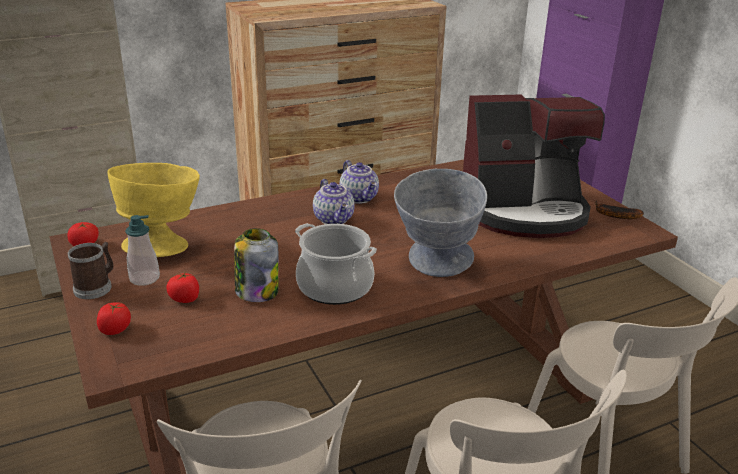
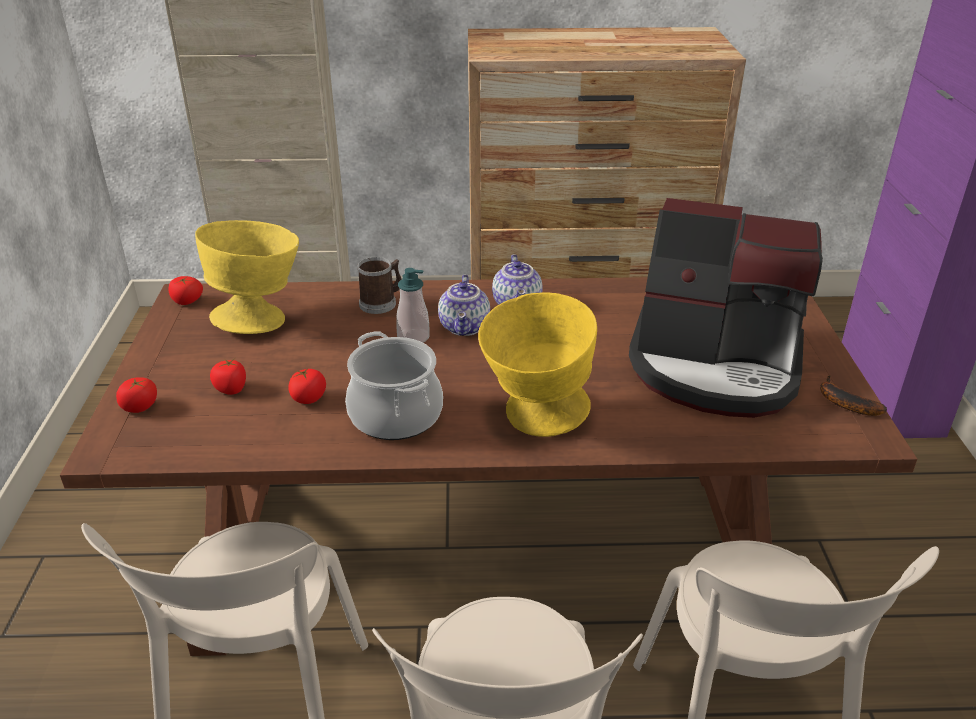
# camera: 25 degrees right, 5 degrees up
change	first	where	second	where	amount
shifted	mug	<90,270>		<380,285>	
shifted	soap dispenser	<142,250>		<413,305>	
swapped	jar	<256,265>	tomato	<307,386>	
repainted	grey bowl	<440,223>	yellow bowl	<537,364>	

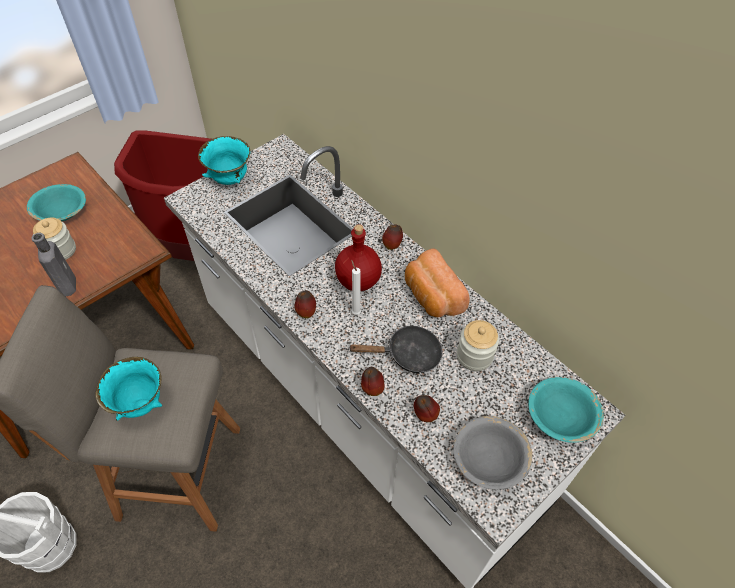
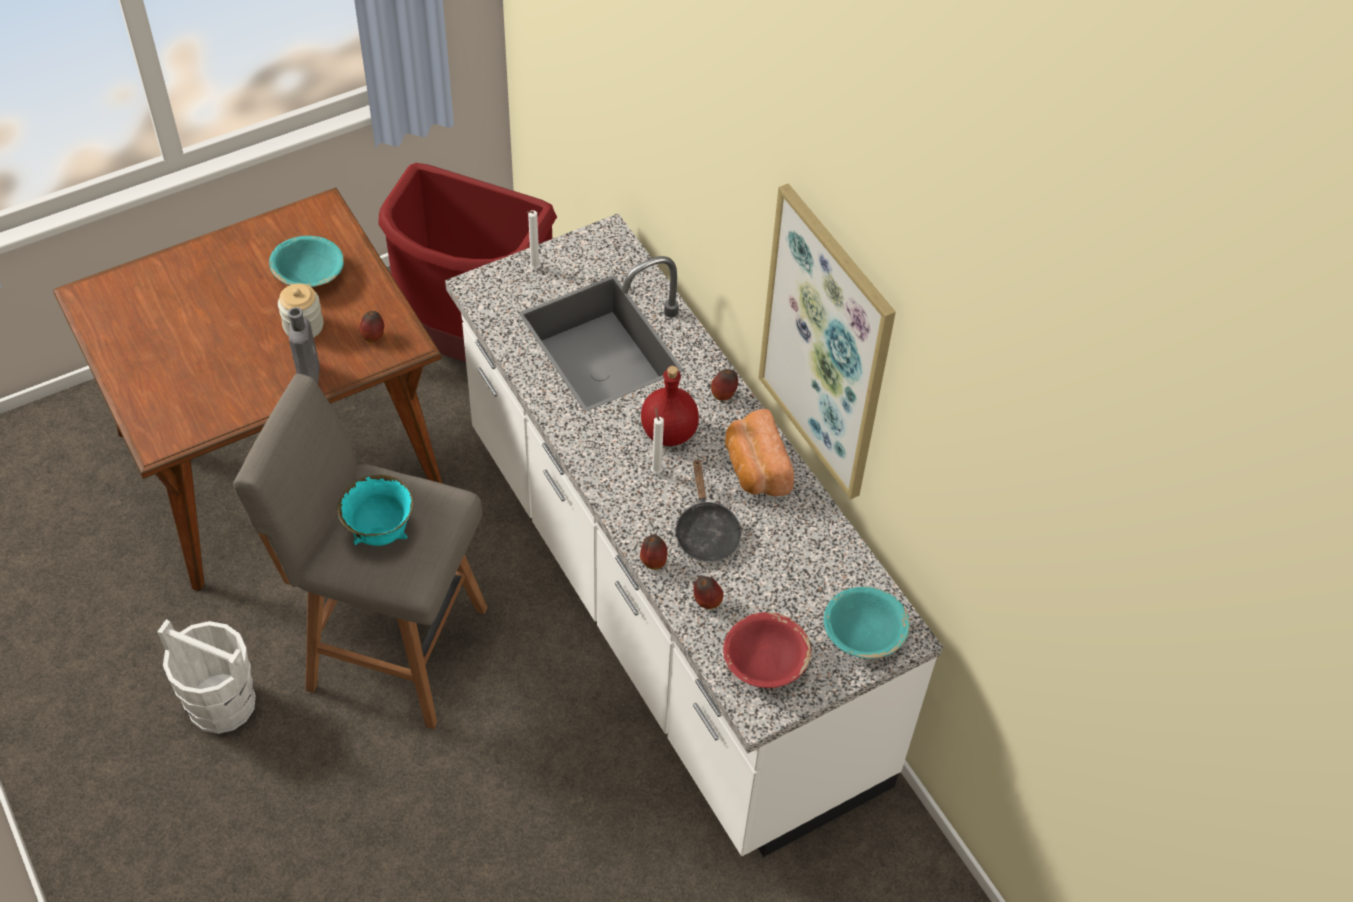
# camera: 10 degrees right, 0 degrees up
change	first	where	second	where	amount
gone	jar	<478,345>			
new			picture	<827,341>	
shifted	apple	<305,304>		<371,327>	
swapped	turquoise bowl	<224,160>	white candle	<533,239>	
repainted	grey bowl	<493,453>	red bowl	<767,650>	
rotated	black frying pan	<395,349>		<708,510>	75 degrees clockwise

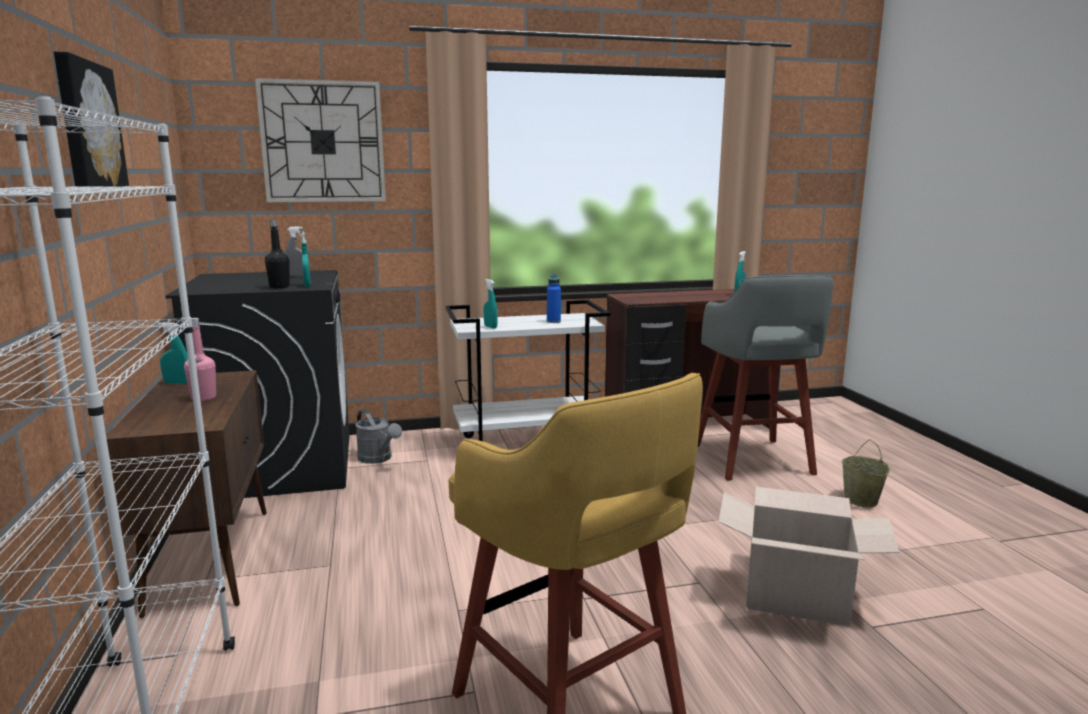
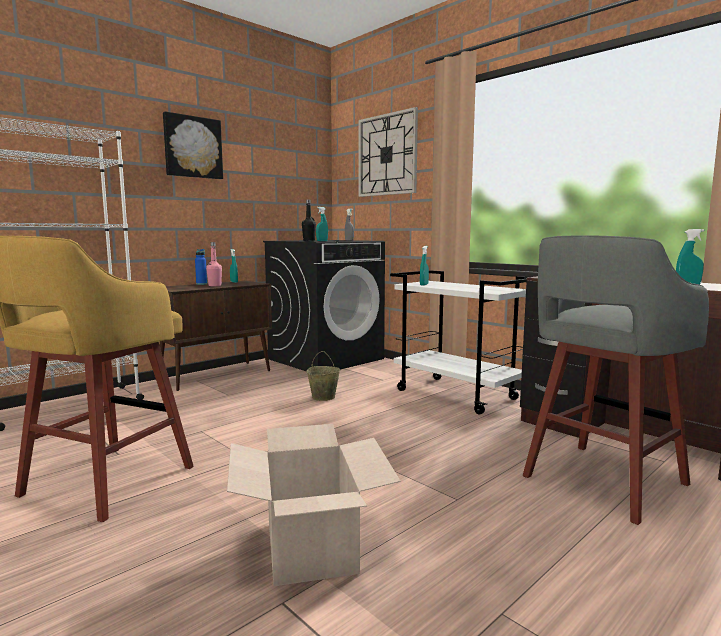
# camera: 60 degrees right, 5 degrees down
change	first	where	second	where	amount
gone	grey watering can	<378,436>			
shifted	blue bottle	<554,298>		<201,267>	
shifted	beige bucket	<865,473>		<323,376>	

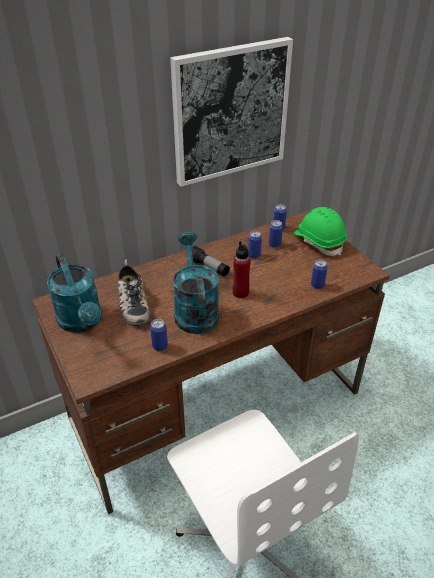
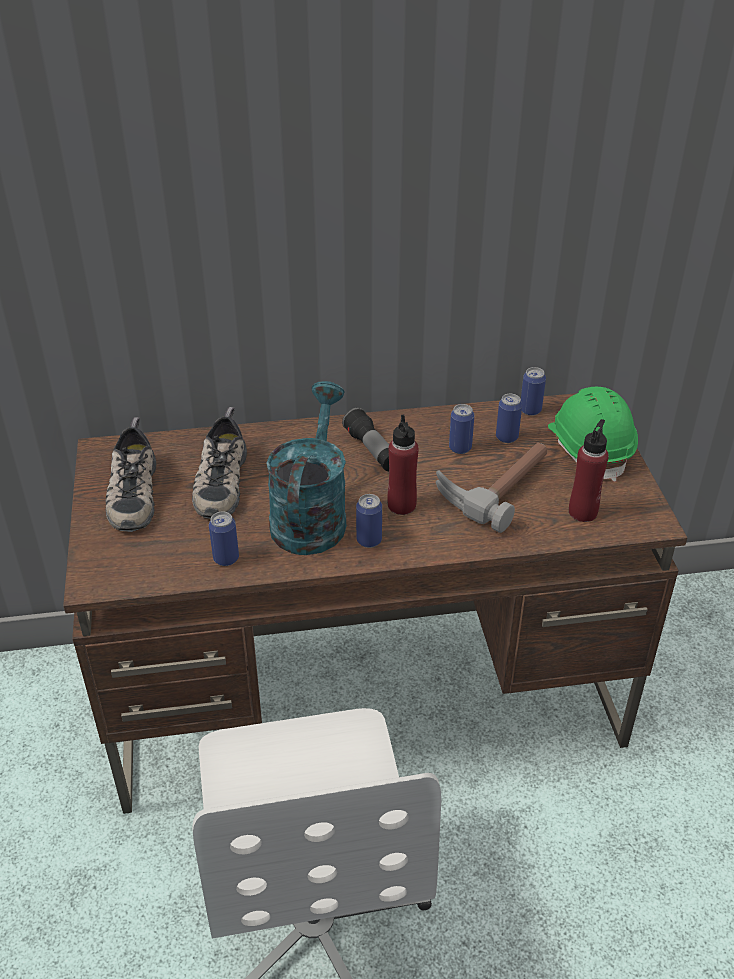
# camera: 20 degrees right, 0 degrees up
change	first	where	second	where	amount
gone	picture	<231,112>			
new			hammer	<491,488>	
new			red bottle	<589,470>	
shifted	can	<319,274>		<369,521>	
swapped	turquoise watering can	<74,293>	shoe	<130,474>	

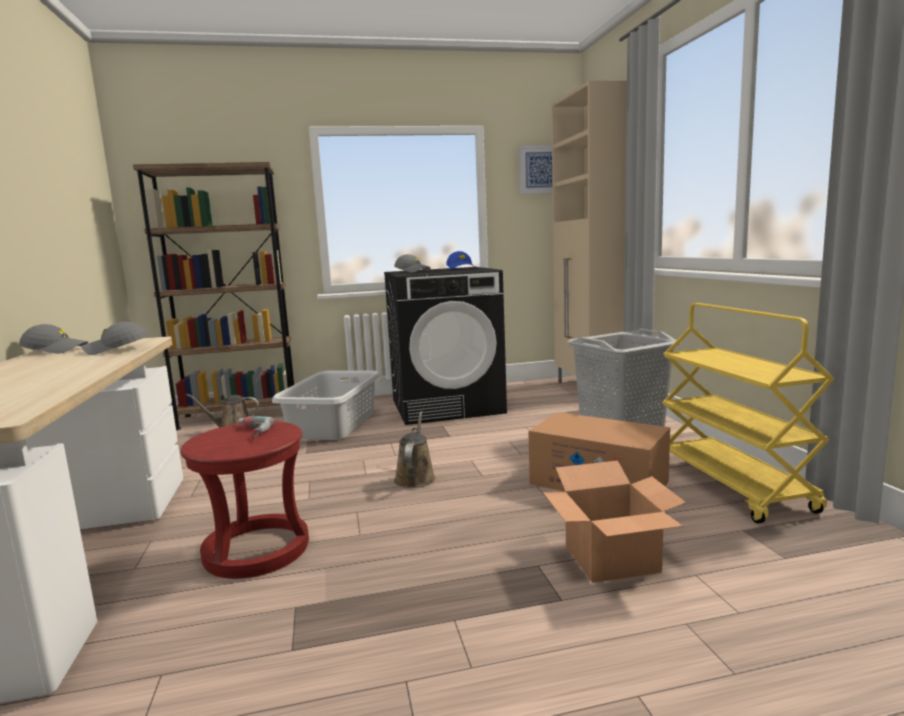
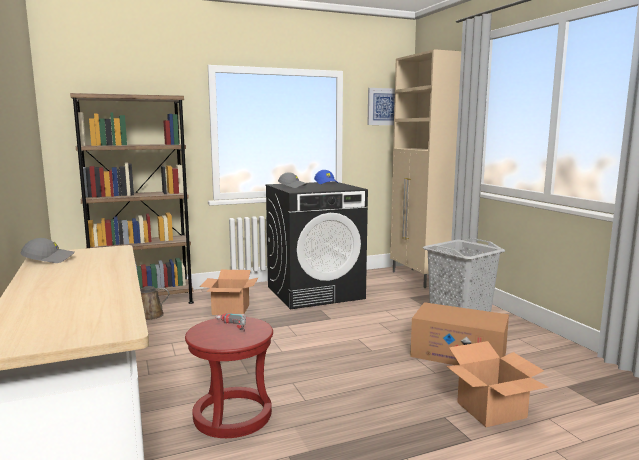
# camera: 10 degrees left, 0 degrees up
change	first	where	second	where	amount
gone	grey cap	<115,338>			
gone	brown watering can	<415,449>			
gone	yellow cart	<748,413>			
swapped	grey laundry basket	<326,405>	cardboard box	<229,292>	

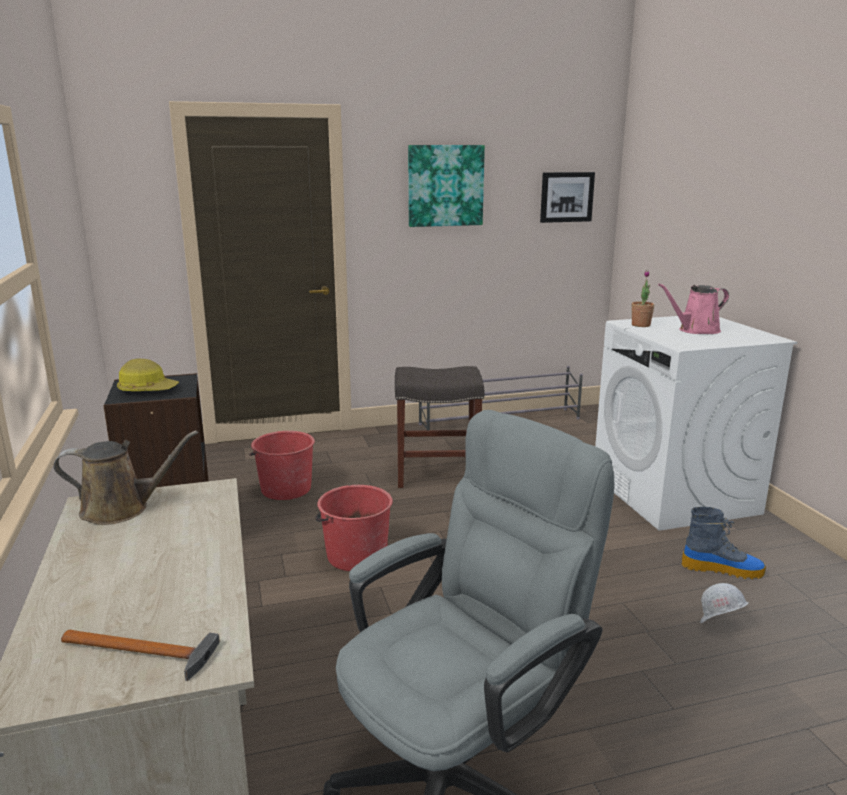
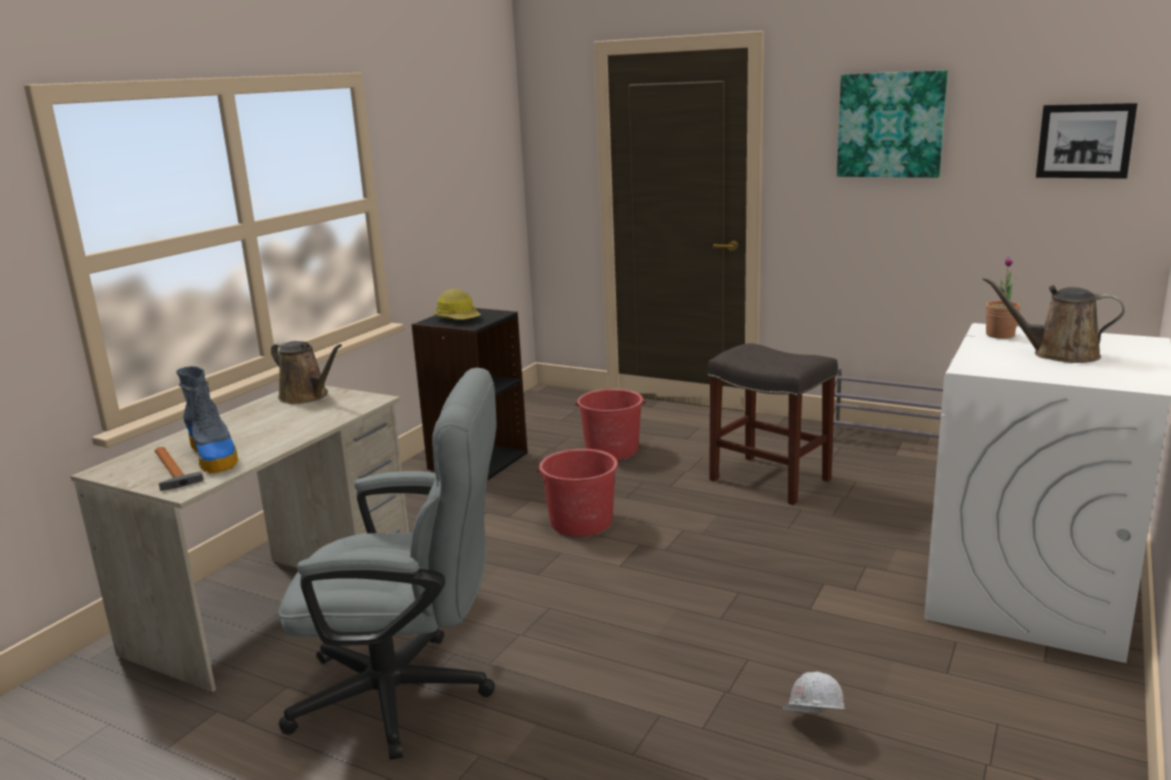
# camera: 45 degrees right, 0 degrees up
change	first	where	second	where	amount
shifted	boot	<724,543>		<207,419>	
repainted	pink watering can	<693,309>	brown watering can	<1053,320>	

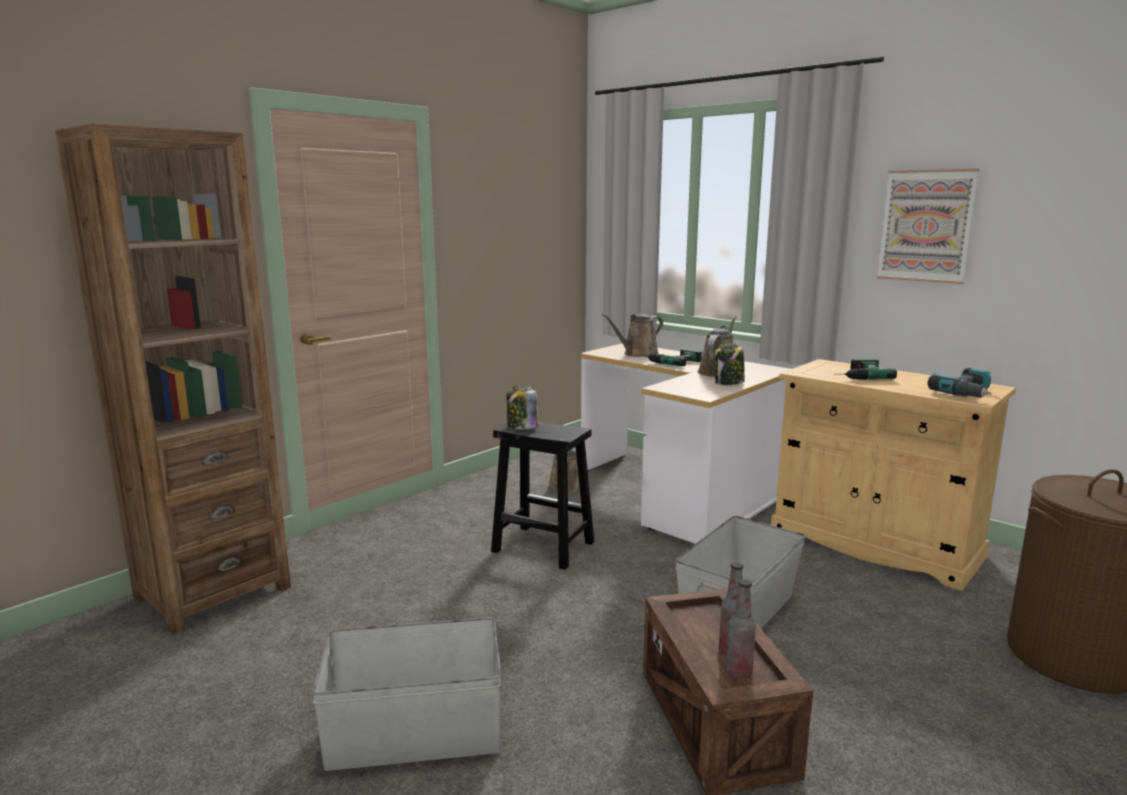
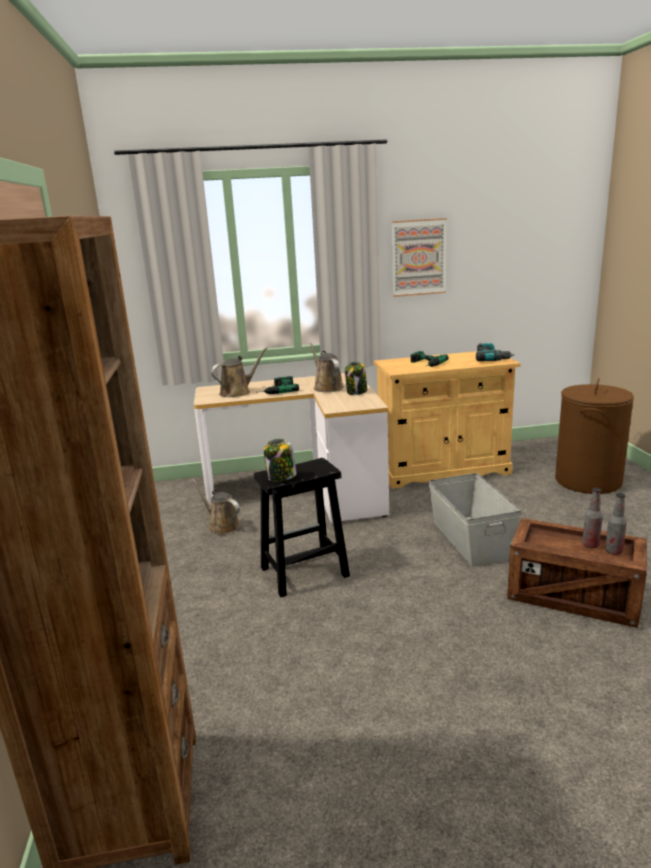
# camera: 50 degrees left, 5 degrees up
change	first	where	second	where	amount
gone	grey storage box	<407,694>			
rotated	brown watering can	<632,335>		<239,372>	135 degrees counterclockwise

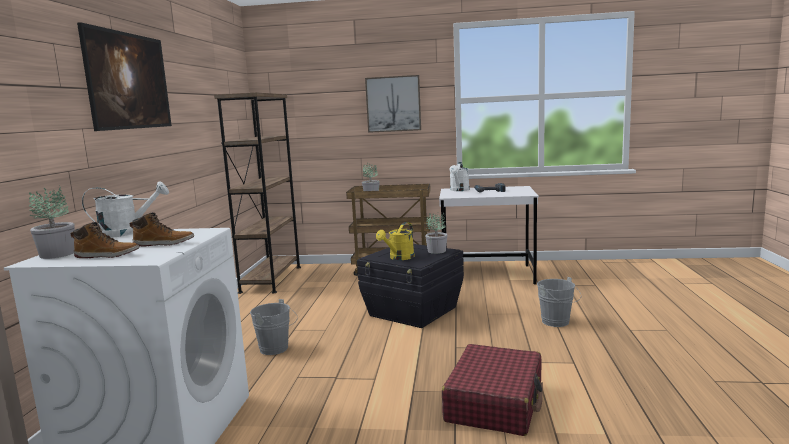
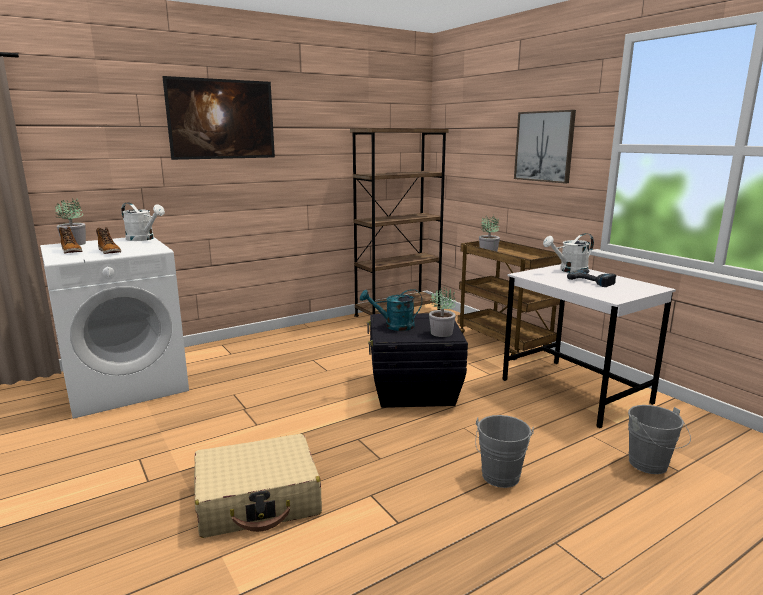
# camera: 50 degrees right, 5 degrees up
change	first	where	second	where	amount
shifted	grey bucket	<274,327>		<659,439>	
repainted	yellow watering can	<395,241>	turquoise watering can	<391,310>	
repainted	red suitcase	<492,390>	beige suitcase	<258,486>	

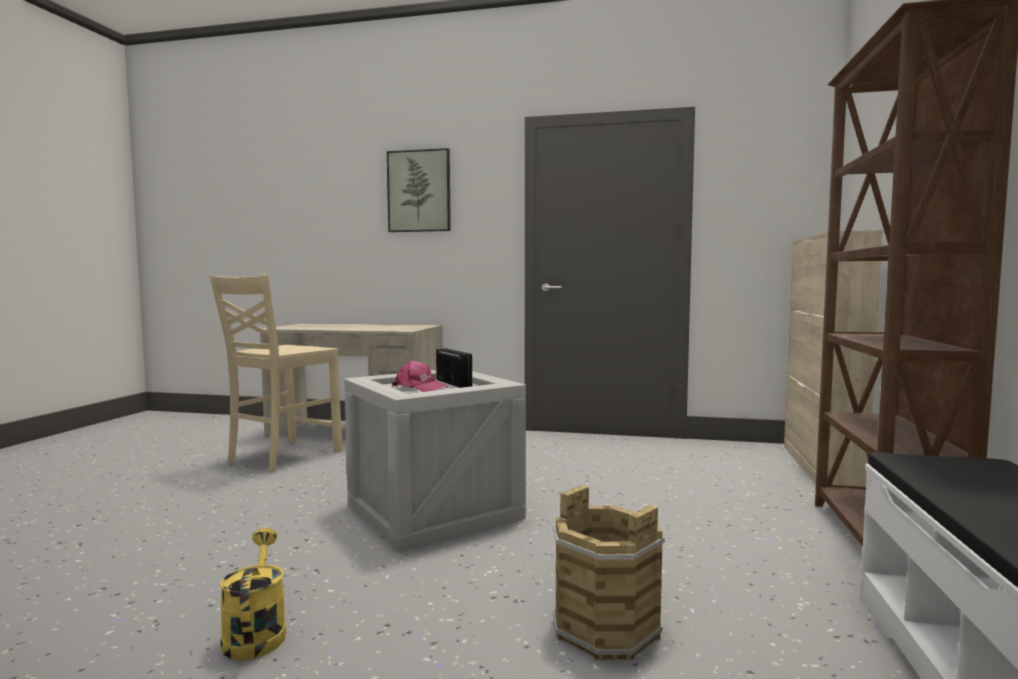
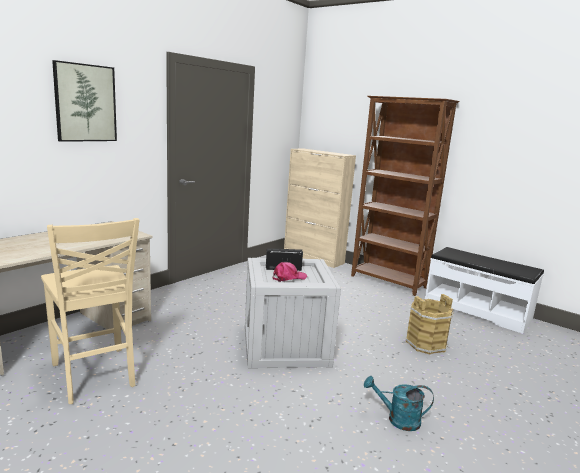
# camera: 65 degrees left, 10 degrees up
change	first	where	second	where	amount
repainted	yellow watering can	<253,594>	turquoise watering can	<399,403>	

